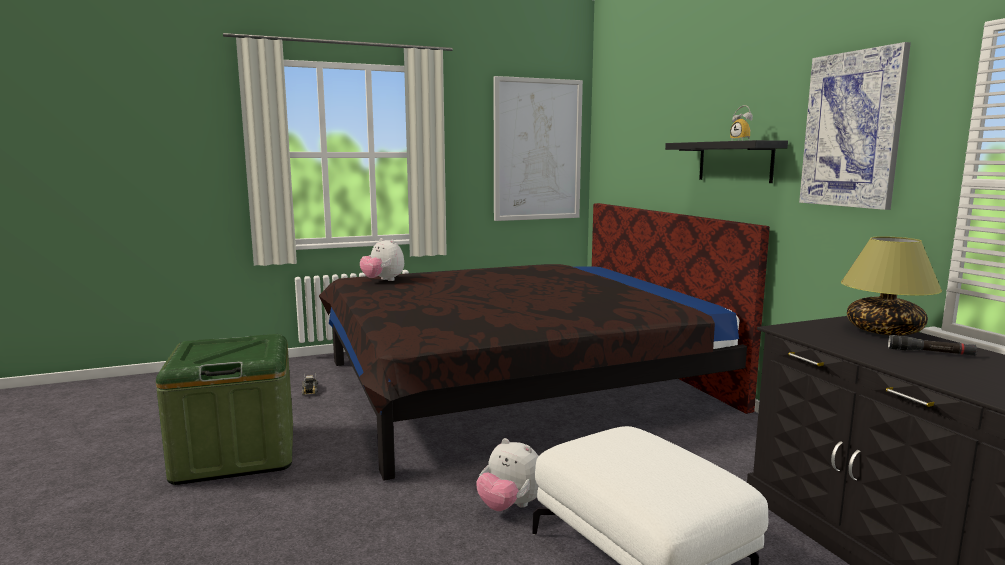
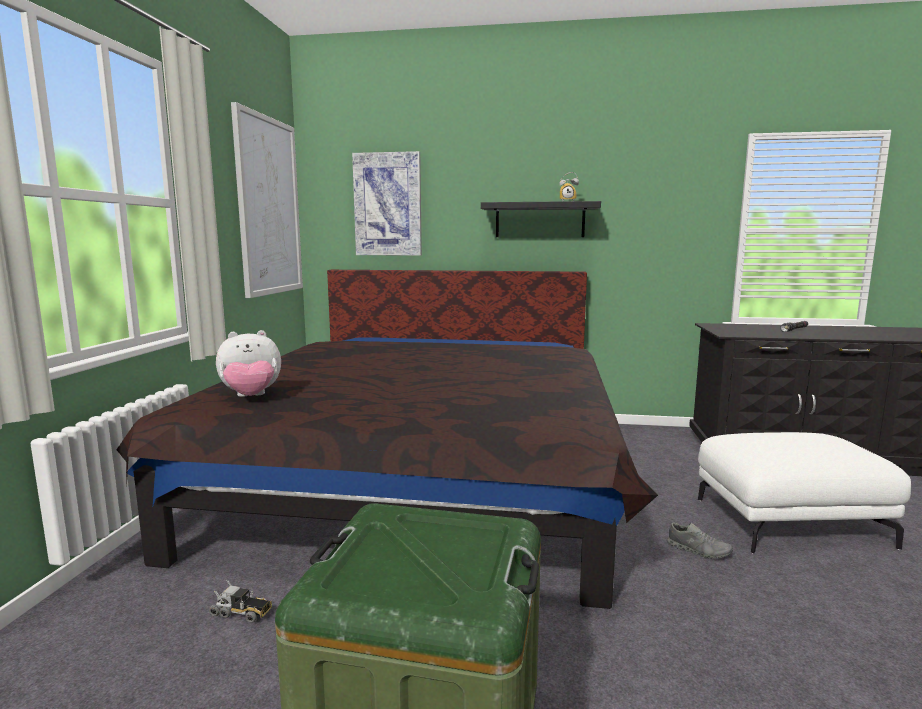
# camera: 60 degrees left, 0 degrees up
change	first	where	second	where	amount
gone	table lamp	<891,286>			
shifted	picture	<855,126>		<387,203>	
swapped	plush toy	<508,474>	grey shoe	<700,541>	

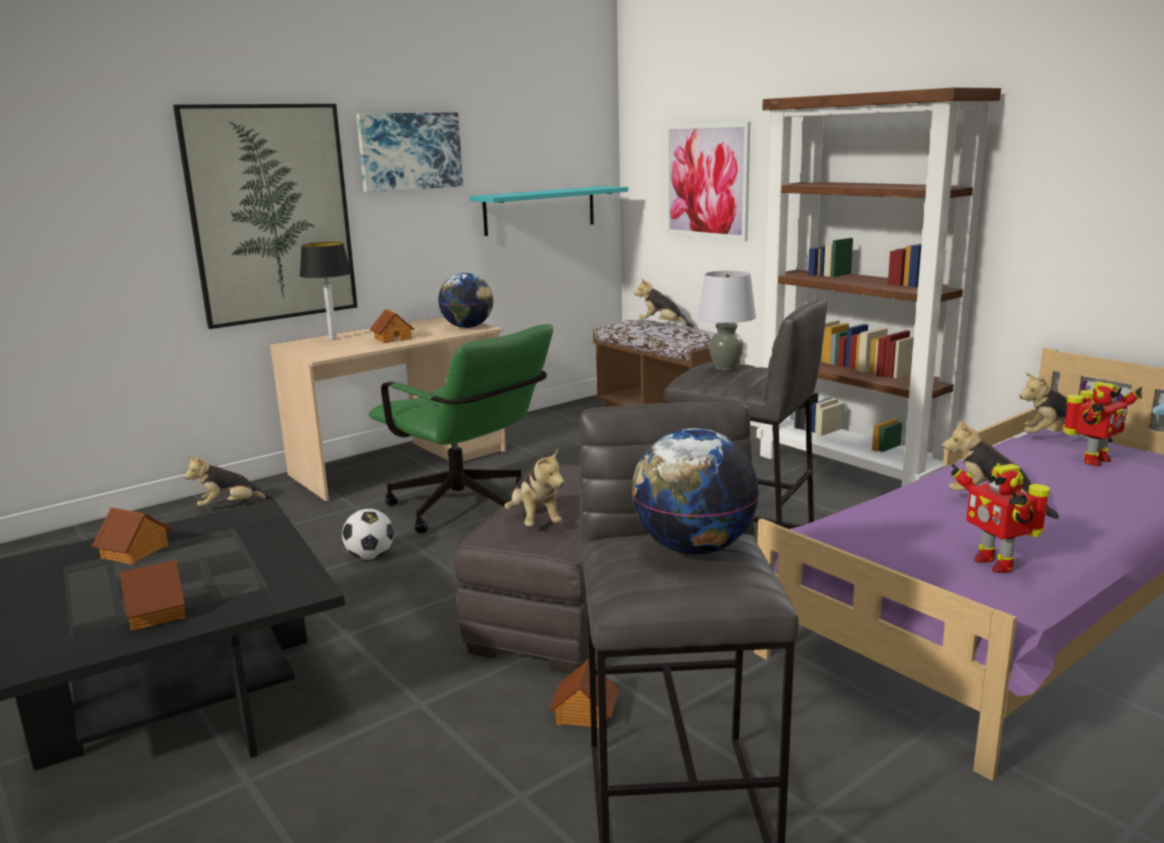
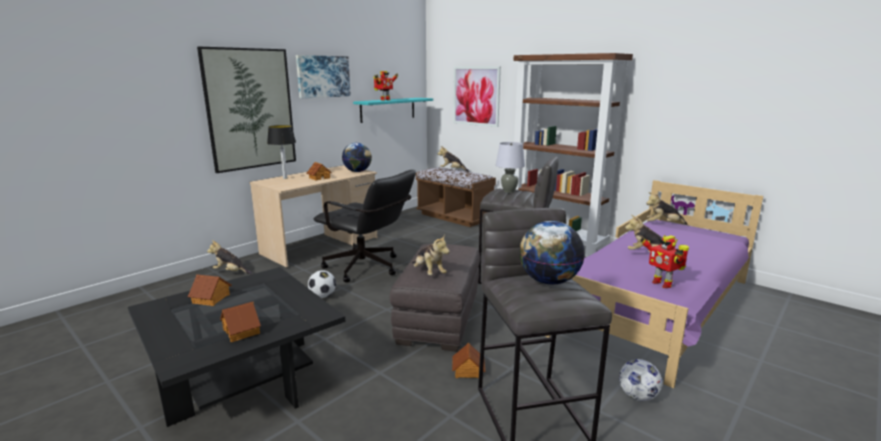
# camera: 10 degrees left, 0 degrees up
change	first	where	second	where	amount
new			football	<640,380>	
shifted	toy robot	<1102,424>		<386,86>	
repainted	green office chair	<460,428>	black office chair	<365,226>	
rotated	plush toy	<228,481>		<229,257>	45 degrees clockwise

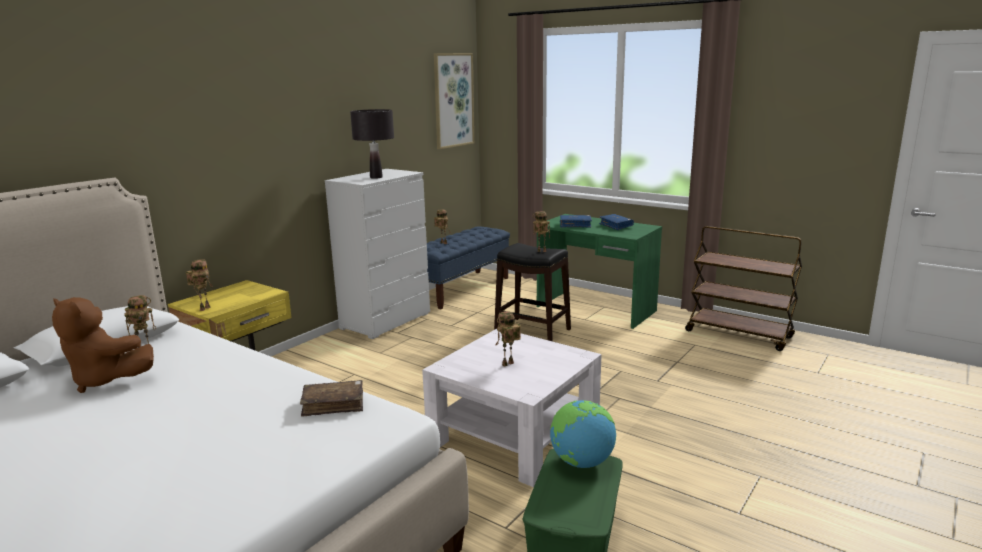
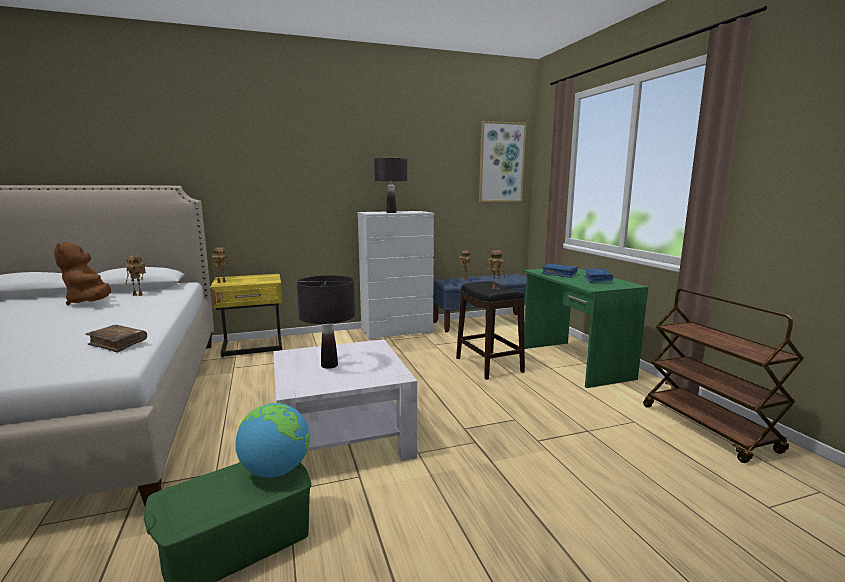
# camera: 35 degrees right, 5 degrees down
change	first	where	second	where	amount
swapped	toy robot	<508,339>	black table lamp	<325,322>	

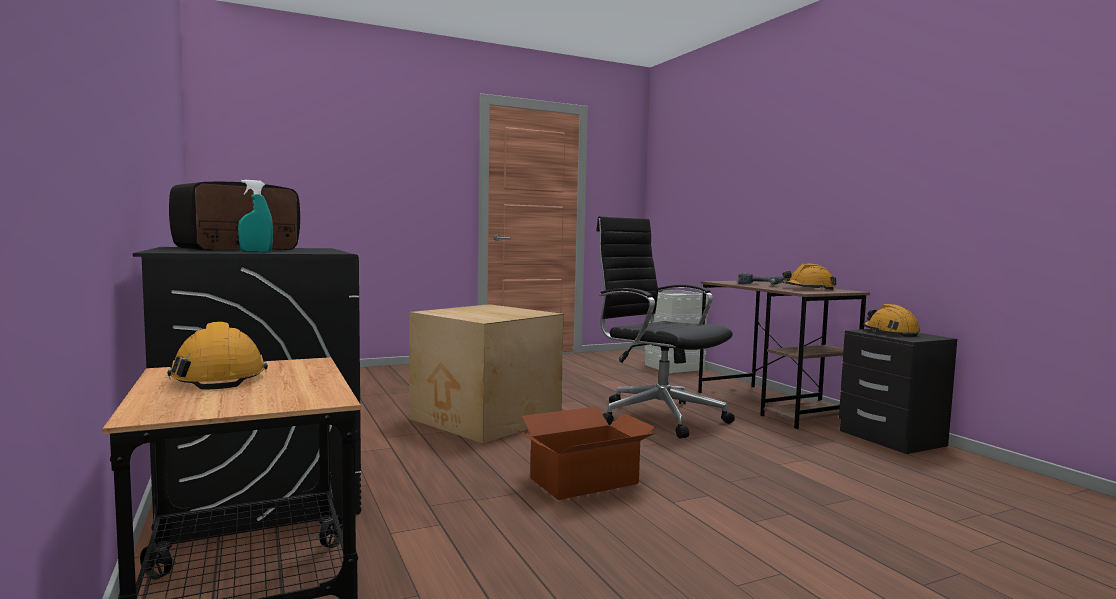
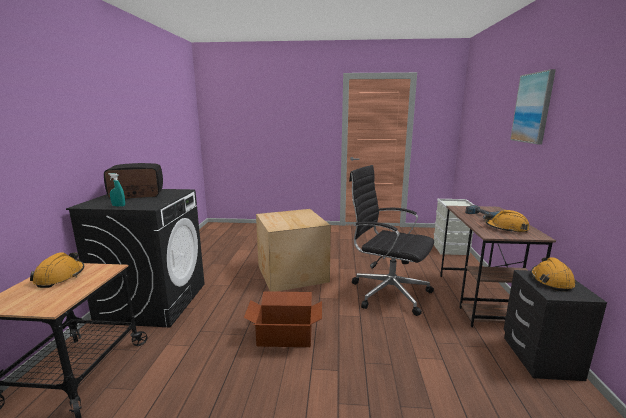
# camera: 30 degrees right, 10 degrees up
change	first	where	second	where	amount
new			picture	<533,106>	
rotated	black office chair	<665,327>		<391,240>	45 degrees counterclockwise

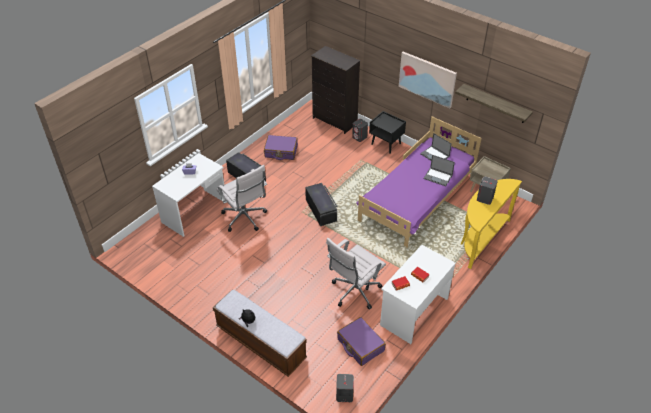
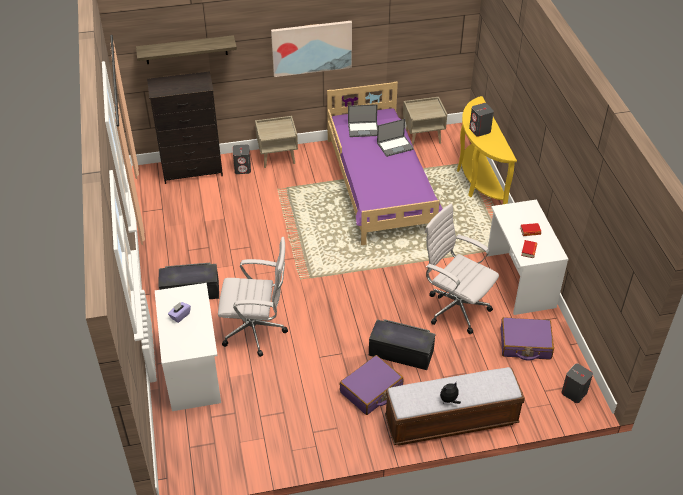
# camera: 50 degrees left, 0 degrees up
change	first	where	second	where	amount
shifted	purple suitcase	<281,147>		<371,385>	
shifted	black storage box	<321,204>		<402,344>	
shifted	shelf	<494,103>		<186,49>	
repainted	black nightstand	<387,132>	beige nightstand	<276,142>	
rotated	white office chair	<356,273>		<462,269>	135 degrees clockwise

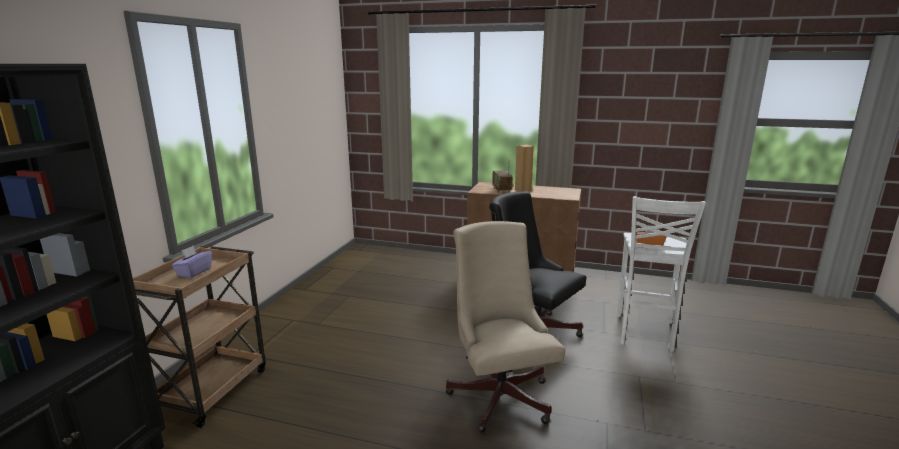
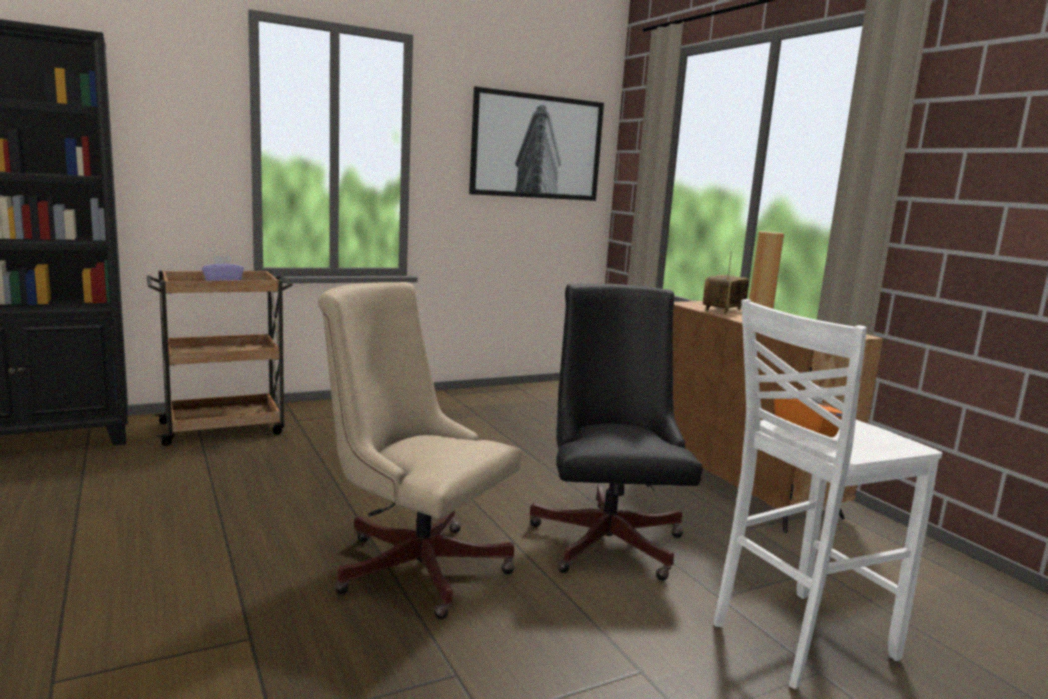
# camera: 45 degrees right, 5 degrees down
change	first	where	second	where	amount
new			picture	<536,143>	
rotated	beige office chair	<505,327>		<420,450>	90 degrees counterclockwise

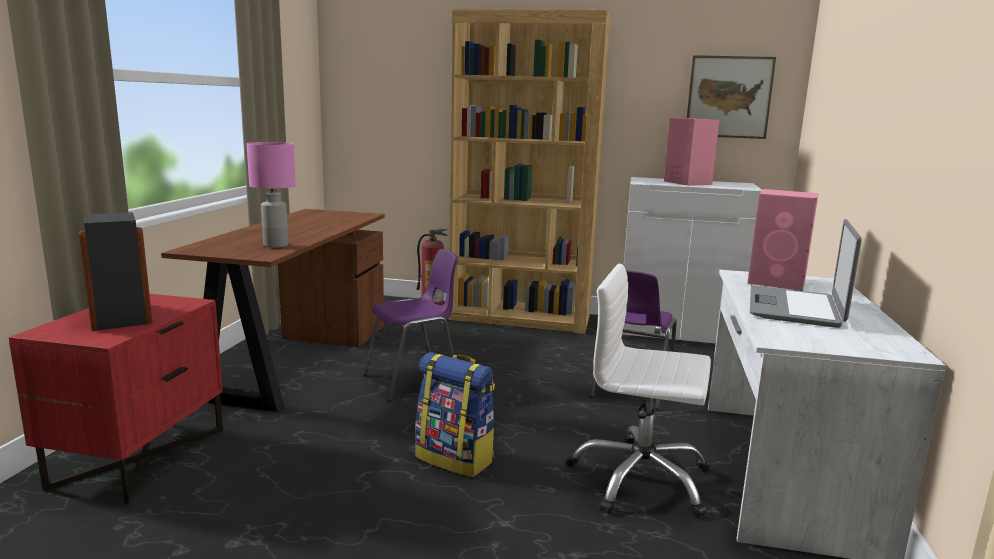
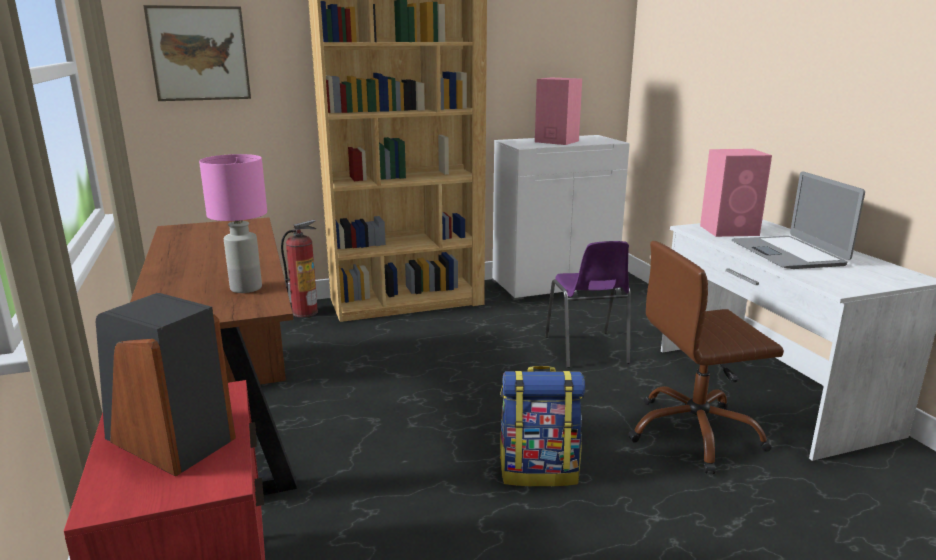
# camera: 30 degrees left, 5 degrees up
change	first	where	second	where	amount
gone	purple chair	<410,325>			
shifted	picture	<731,97>		<197,53>	
repainted	white office chair	<638,391>	brown office chair	<706,357>	

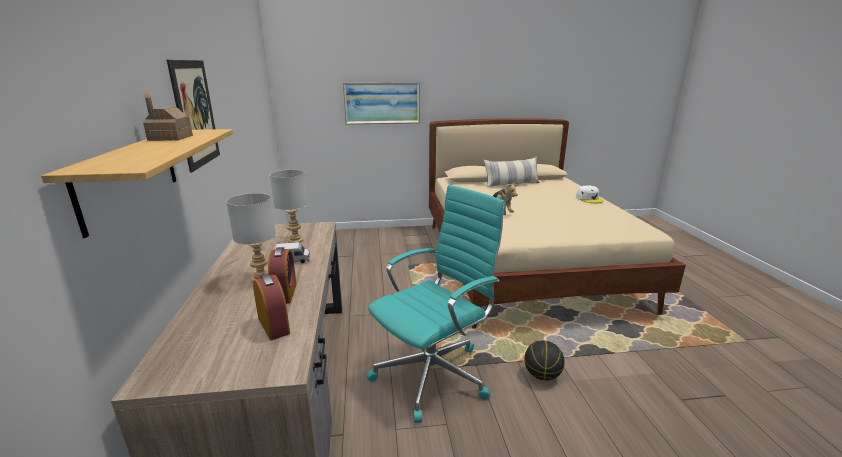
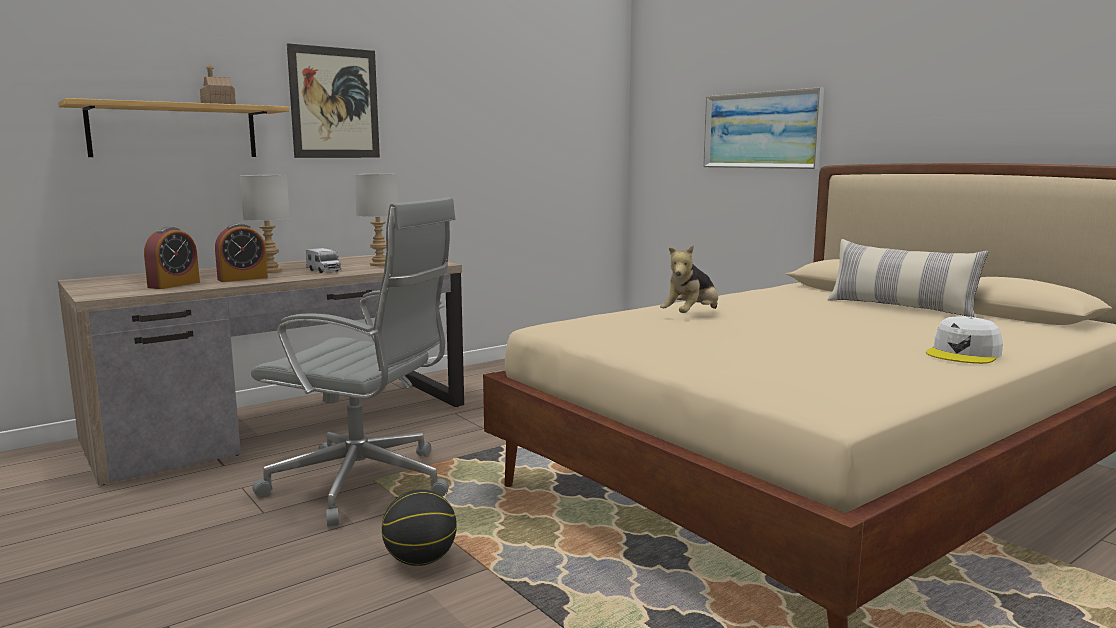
# camera: 60 degrees right, 10 degrees down
change	first	where	second	where	amount
repainted	turquoise office chair	<436,304>	grey office chair	<353,362>	

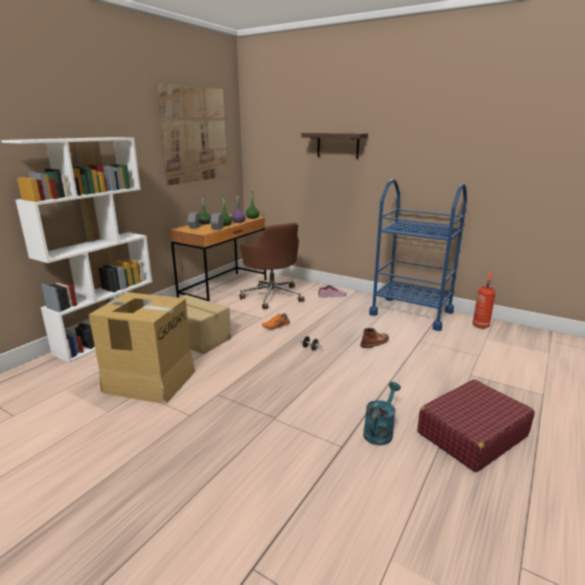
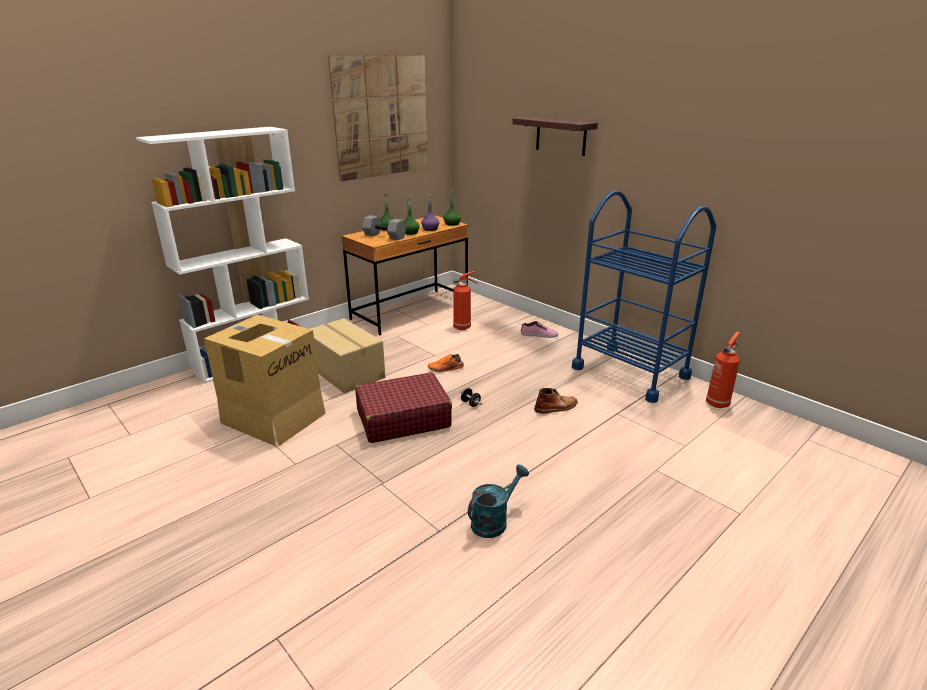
# camera: 15 degrees right, 5 degrees up
change	first	where	second	where	amount
shifted	red suitcase	<476,425>		<403,407>	
swapped	brown office chair	<272,266>	fire extinguisher	<465,300>	

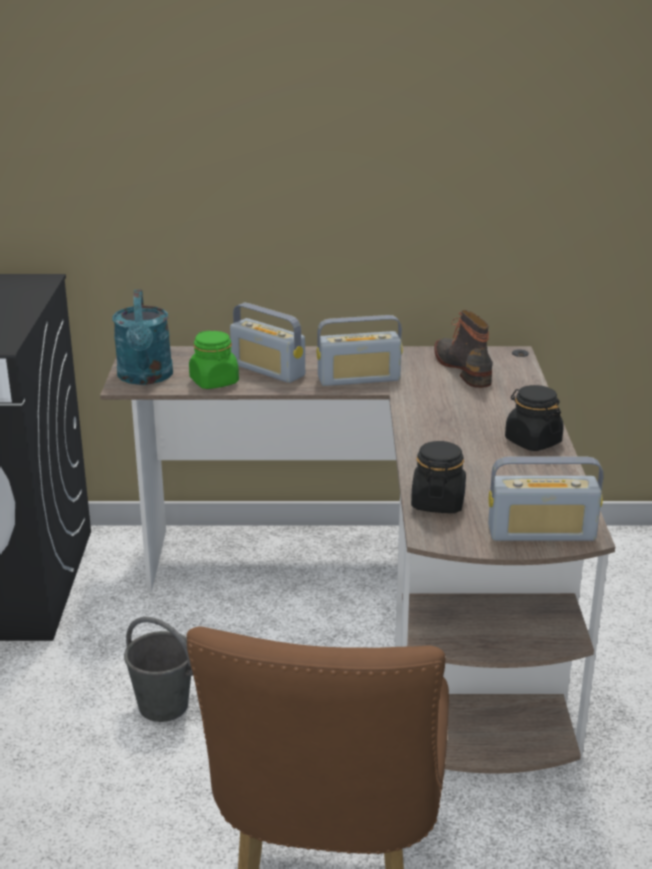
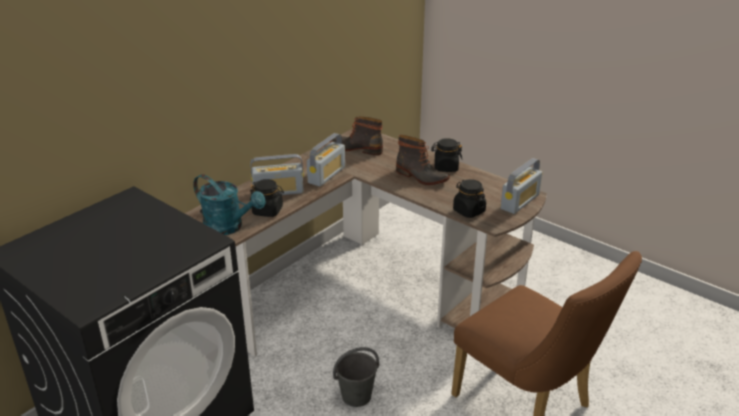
# camera: 50 degrees left, 5 degrees up
change	first	where	second	where	amount
new			boot	<423,160>	
repainted	green jar	<214,359>	black jar	<267,198>	

